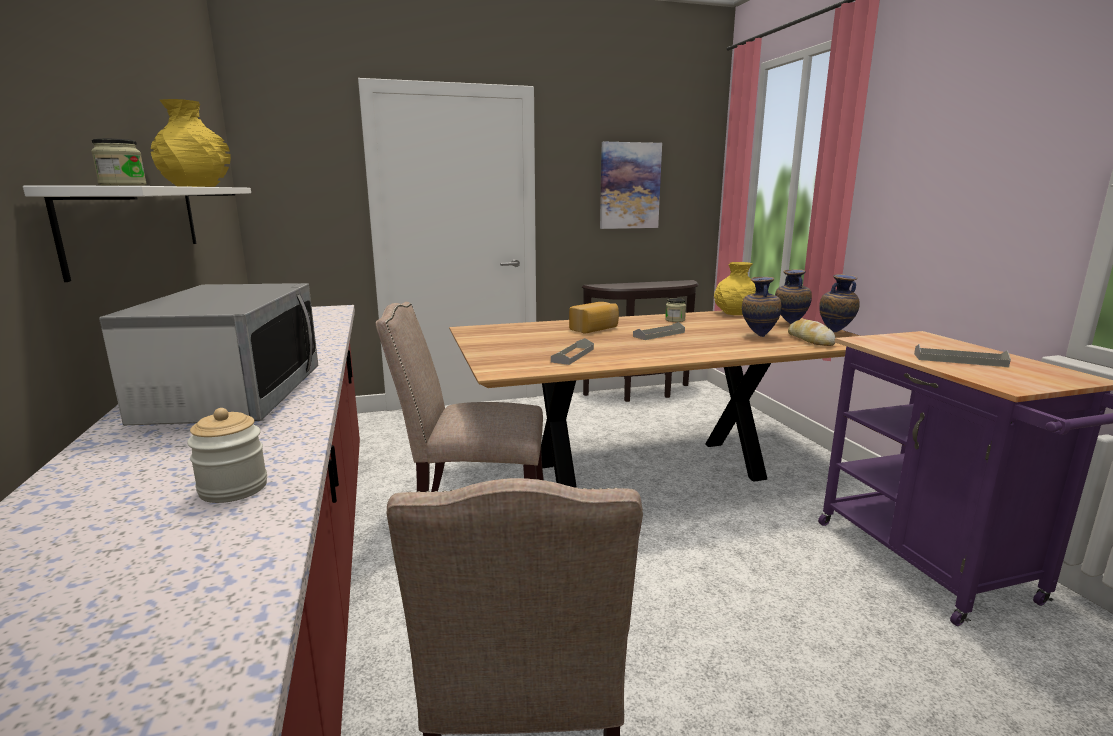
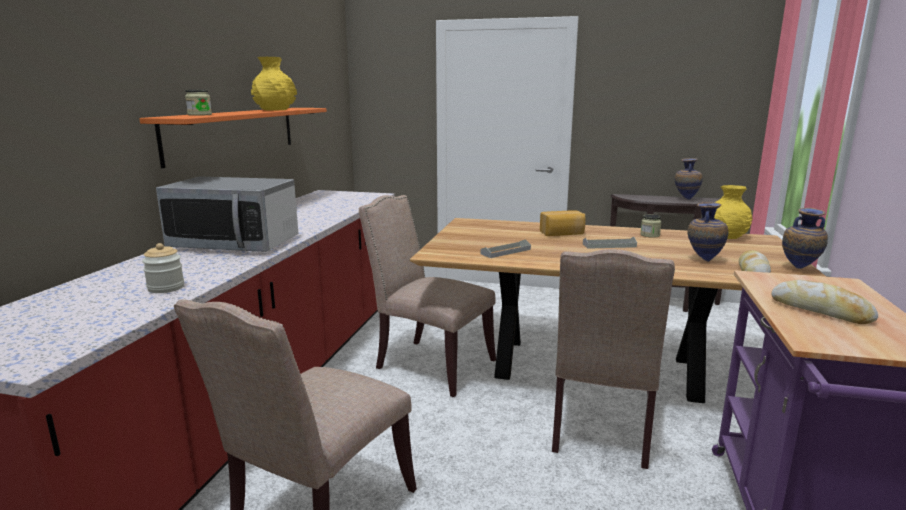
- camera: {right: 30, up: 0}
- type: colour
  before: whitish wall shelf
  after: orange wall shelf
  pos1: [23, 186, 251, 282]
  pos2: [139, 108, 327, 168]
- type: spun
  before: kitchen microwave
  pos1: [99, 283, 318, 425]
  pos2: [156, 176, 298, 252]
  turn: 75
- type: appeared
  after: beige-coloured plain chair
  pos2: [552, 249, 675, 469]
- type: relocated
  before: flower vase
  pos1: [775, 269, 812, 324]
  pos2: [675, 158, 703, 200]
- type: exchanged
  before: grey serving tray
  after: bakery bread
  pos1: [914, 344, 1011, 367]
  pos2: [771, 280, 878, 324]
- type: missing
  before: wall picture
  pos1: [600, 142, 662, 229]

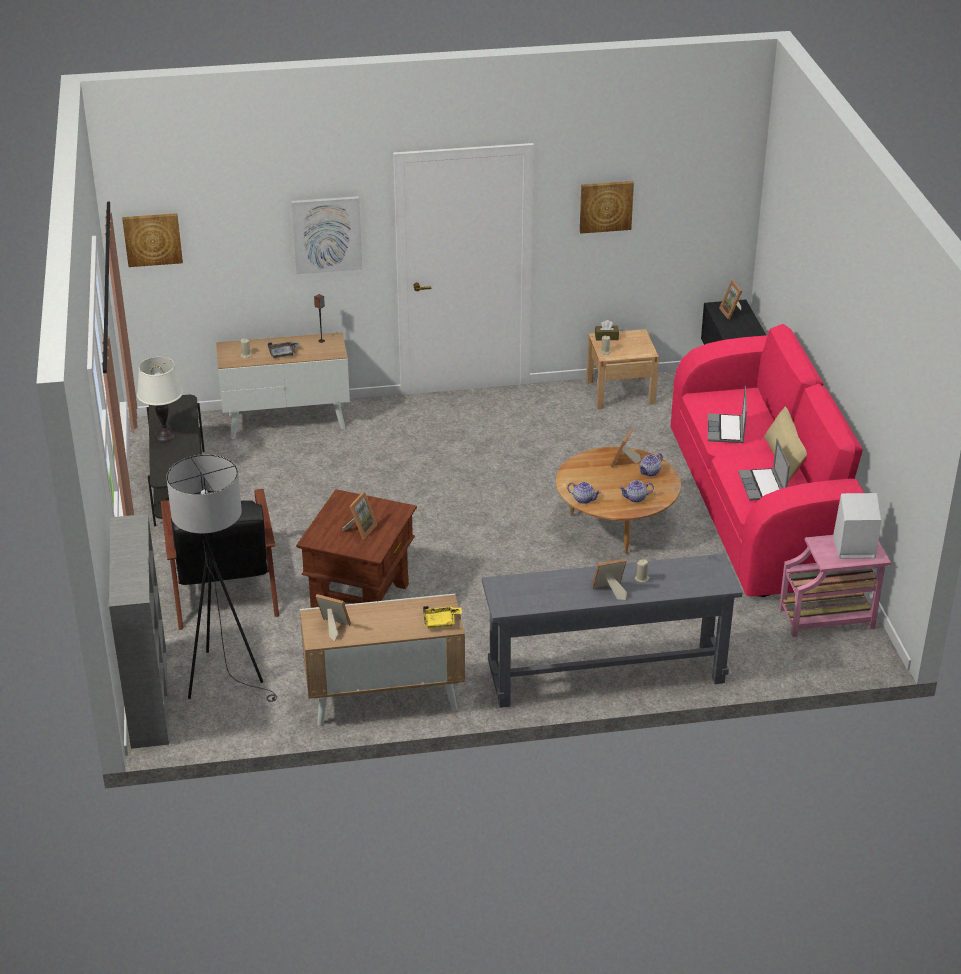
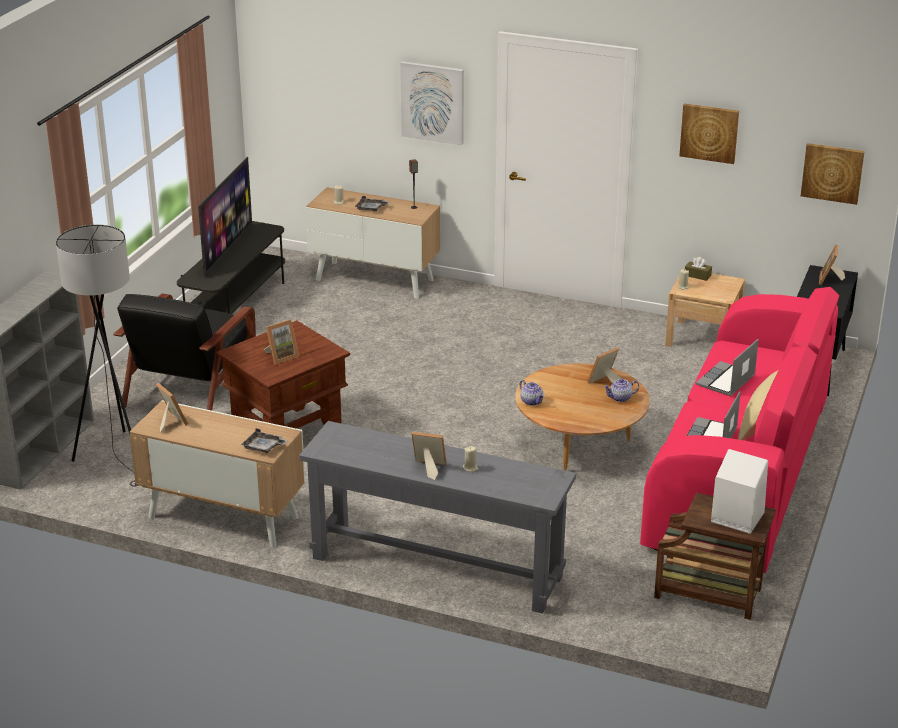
- camera: {right: 30, up: -5}
- type: exchanged
  before: whitish lamp for a table
  after: TV
  pos1: [137, 357, 183, 442]
  pos2: [198, 157, 252, 277]
- type: colour
  before: yellow-coloured serving tray
  after: grey serving tray
  pos1: [423, 606, 462, 628]
  pos2: [241, 428, 288, 453]
- type: colour
  before: pink accent table
  after: brown-coloured accent table
  pos1: [779, 535, 891, 637]
  pos2: [654, 493, 776, 620]
- type: relocated
  before: wall picture
  pos1: [122, 213, 183, 267]
  pos2: [801, 143, 865, 205]
- type: missing
  before: tea pot
  pos1: [619, 480, 654, 503]

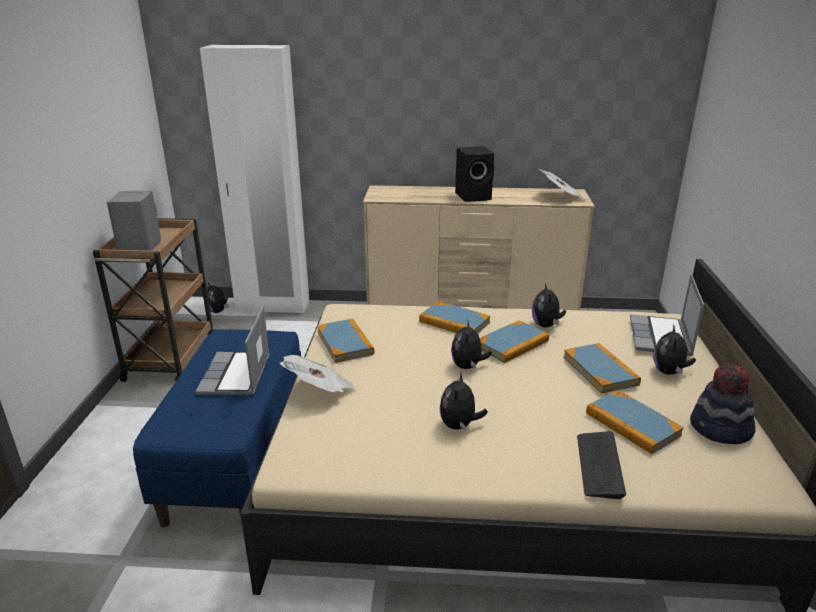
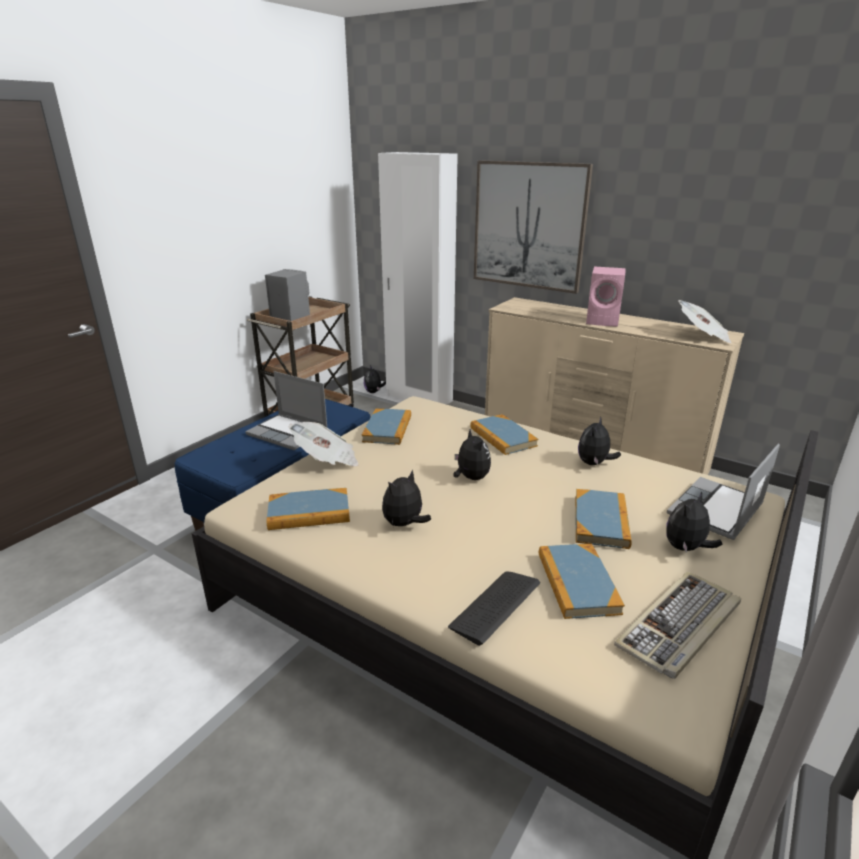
- camera: {right: 30, up: 0}
- type: spun
  before: laptop
  pos1: [195, 306, 270, 395]
  pos2: [245, 371, 327, 450]
  turn: -90
- type: relocated
  before: volume
  pos1: [480, 320, 549, 363]
  pos2: [266, 488, 350, 530]
- type: spun
  before: soft toy
  pos1: [451, 319, 492, 369]
  pos2: [453, 429, 491, 480]
  turn: 120
- type: appeared
  after: wall picture
  pos2: [474, 160, 593, 294]
- type: colour
  before: black loudspeaker
  after: pink loudspeaker
  pos1: [455, 146, 494, 202]
  pos2: [586, 267, 626, 326]
- type: exchanged
  before: hat
  after: keyboard
  pos1: [690, 364, 756, 444]
  pos2: [614, 572, 741, 679]

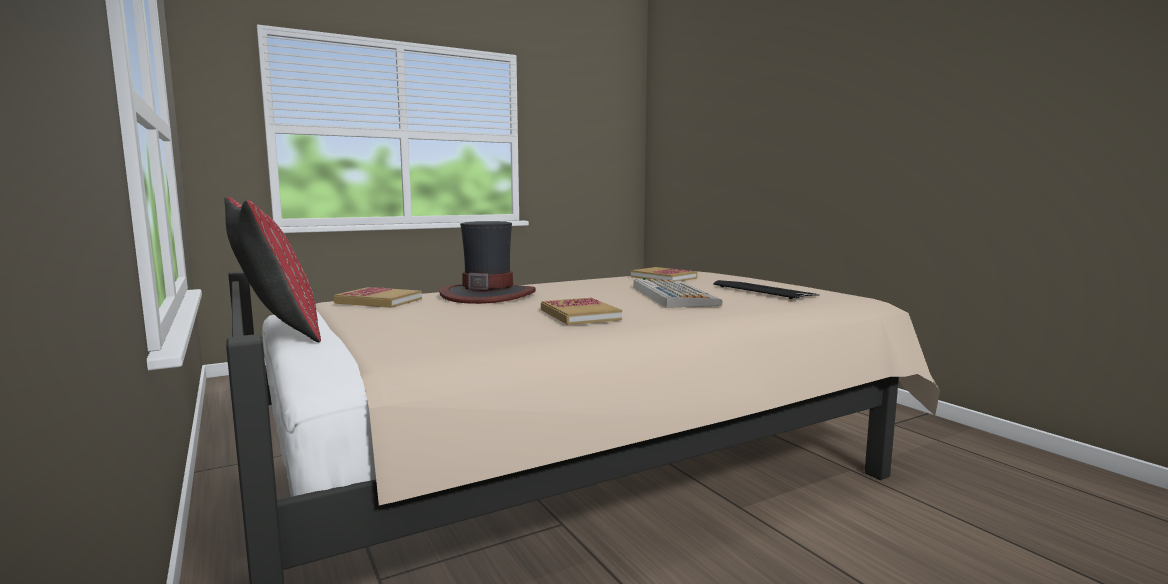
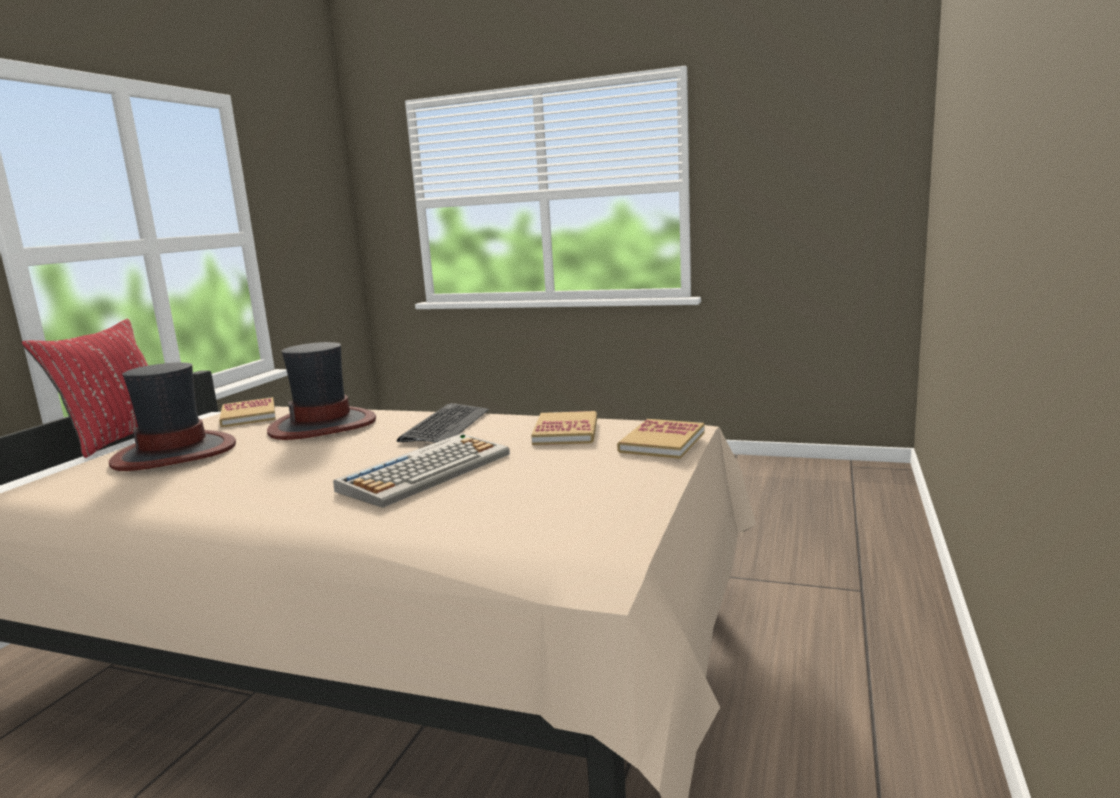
- camera: {right: 50, up: 5}
- type: appeared
  after: hat
  pos2: [109, 362, 236, 471]
- type: relocated
  before: keyboard
  pos1: [713, 280, 820, 299]
  pos2: [397, 403, 489, 443]
- type: relocated
  before: volume
  pos1: [541, 298, 622, 325]
  pos2: [617, 419, 704, 459]

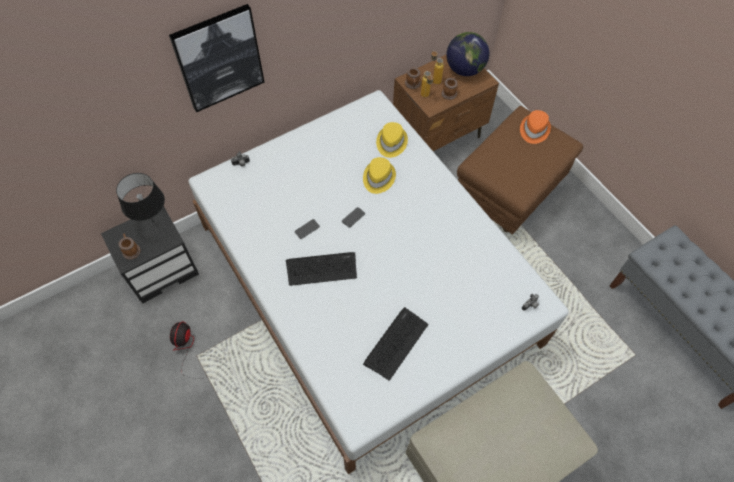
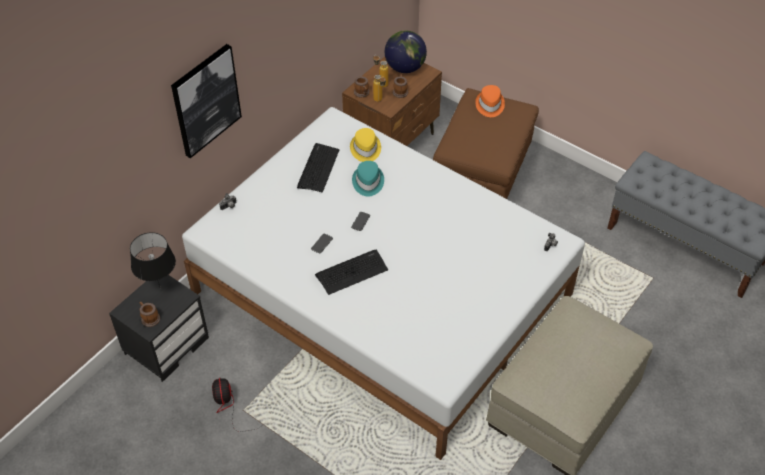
- camera: {right: -20, up: -10}
- type: relocated
  before: keyboard
  pos1: [363, 307, 429, 381]
  pos2: [297, 143, 340, 192]
- type: colour
  before: yellow-coloured hat
  after: blue-green hat
  pos1: [363, 157, 396, 194]
  pos2: [352, 161, 384, 197]

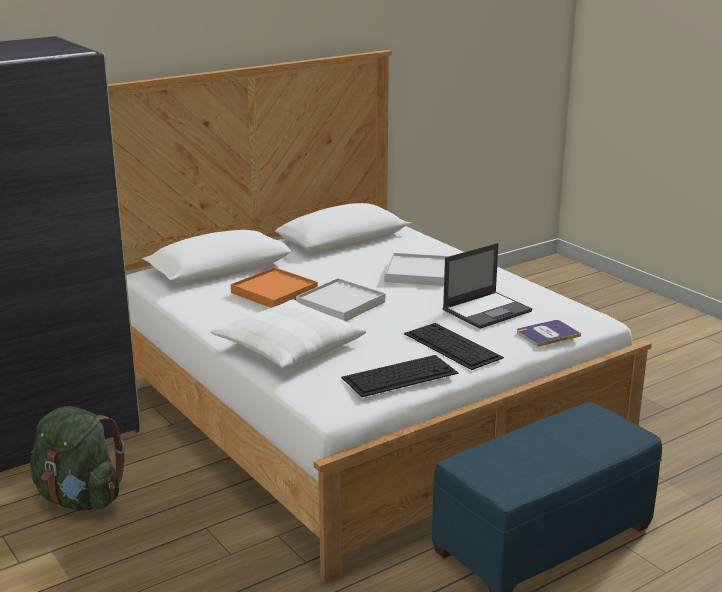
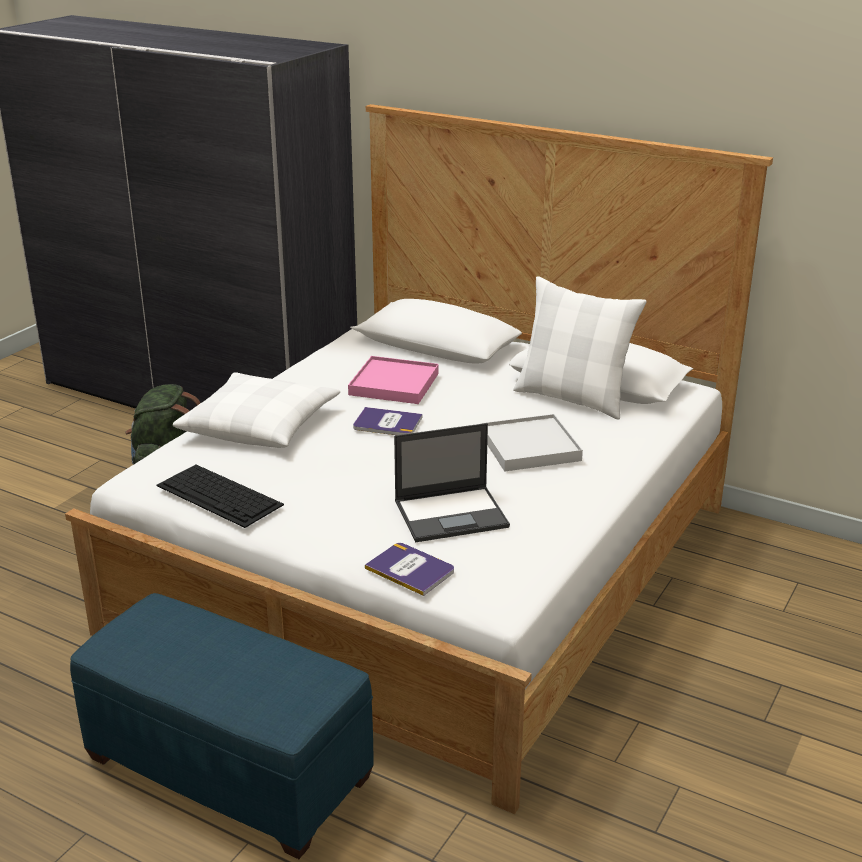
- camera: {right: 65, up: 5}
- type: colour
  before: orange serving tray
  after: pink serving tray
  pos1: [231, 267, 318, 308]
  pos2: [348, 356, 439, 404]
- type: exchanged
  before: whitish serving tray
  after: volume
  pos1: [296, 278, 385, 321]
  pos2: [353, 407, 423, 435]
- type: spun
  before: laptop
  pos1: [443, 243, 532, 329]
  pos2: [394, 423, 510, 542]
  turn: -45
- type: appeared
  after: whitish throw pillow
  pos2: [513, 276, 647, 419]
- type: missing
  before: keyboard
  pos1: [404, 323, 504, 370]

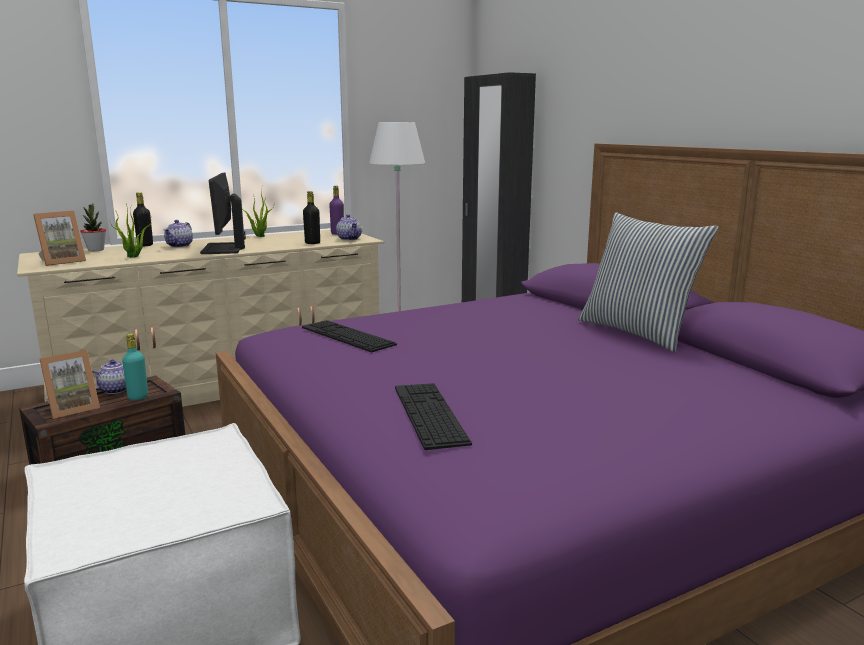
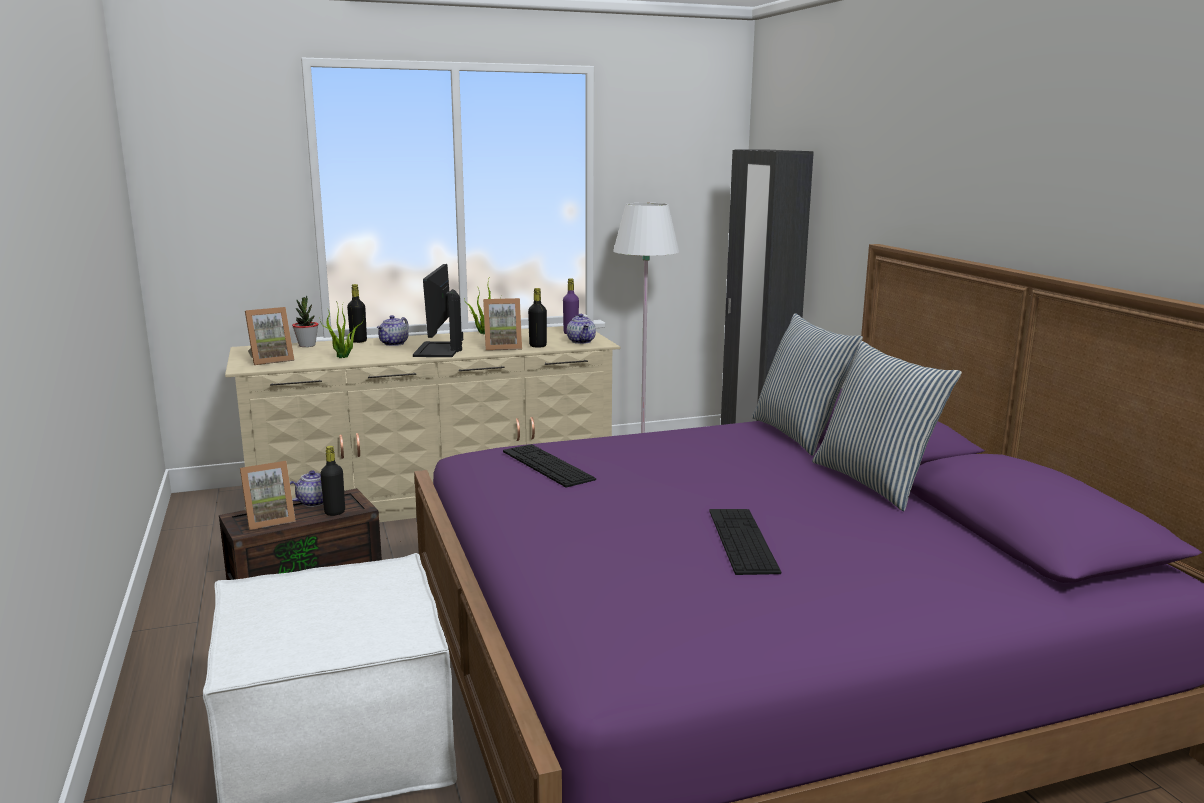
- camera: {right: 10, up: 0}
- type: colour
  before: blue-green drink bottle
  after: black drink bottle
  pos1: [122, 333, 148, 400]
  pos2: [320, 446, 345, 516]
- type: appeared
  after: photo frame
  pos2: [483, 298, 522, 351]
- type: relocated
  before: keyboard
  pos1: [395, 383, 472, 450]
  pos2: [709, 509, 781, 575]
- type: appeared
  after: throw pillow
  pos2: [752, 313, 863, 456]

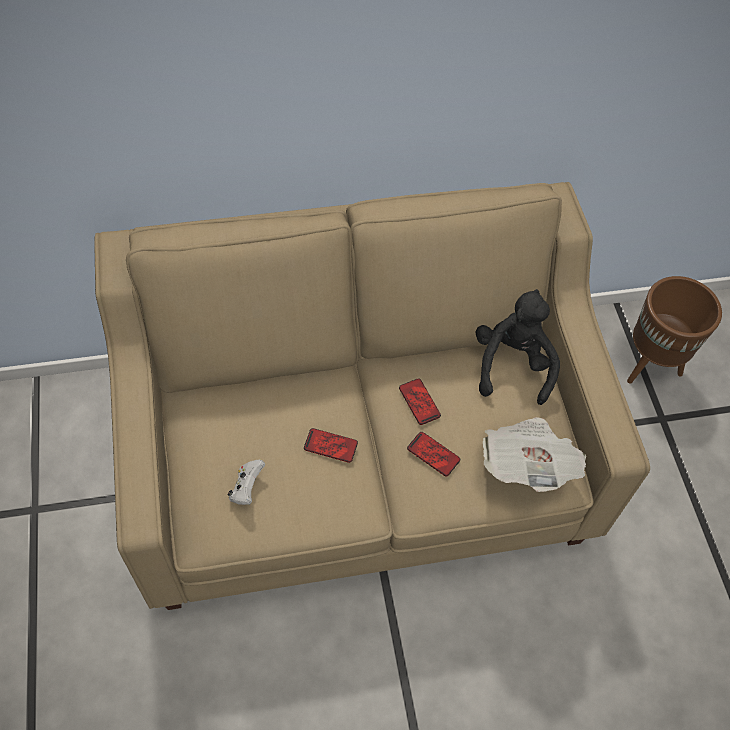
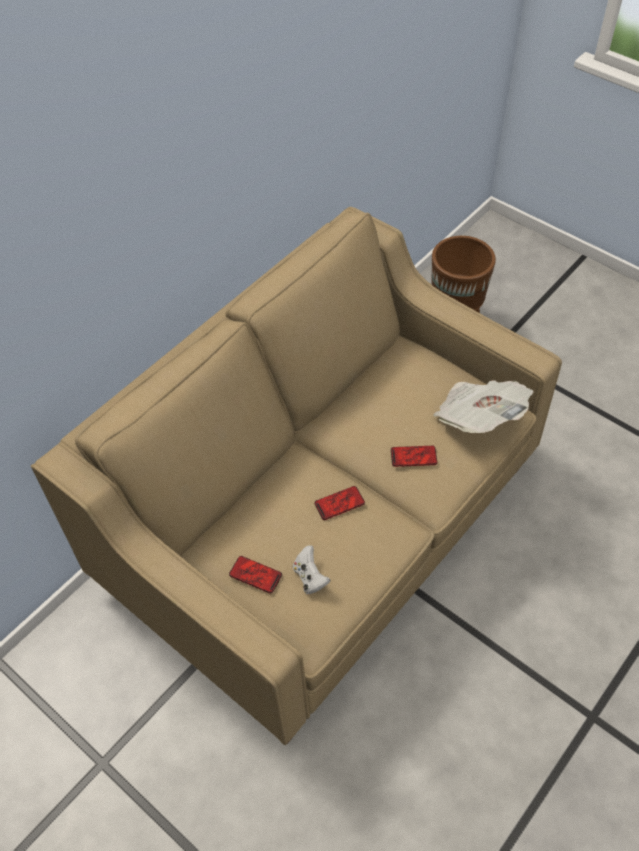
- camera: {right: -35, up: -5}
- type: relocated
  before: handset
  pos1: [399, 378, 441, 425]
  pos2: [229, 556, 282, 594]
- type: missing
  before: black soft toy
  pos1: [476, 289, 560, 405]

